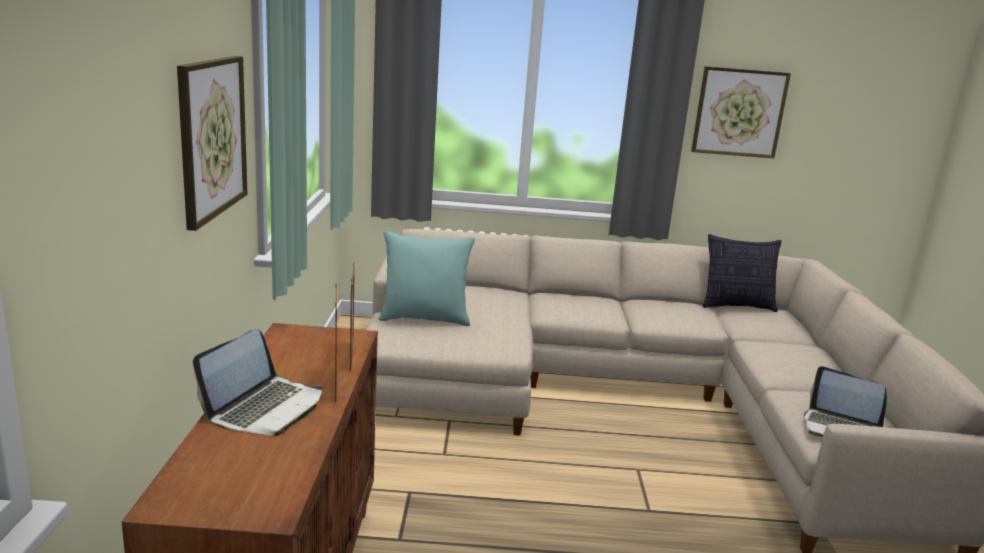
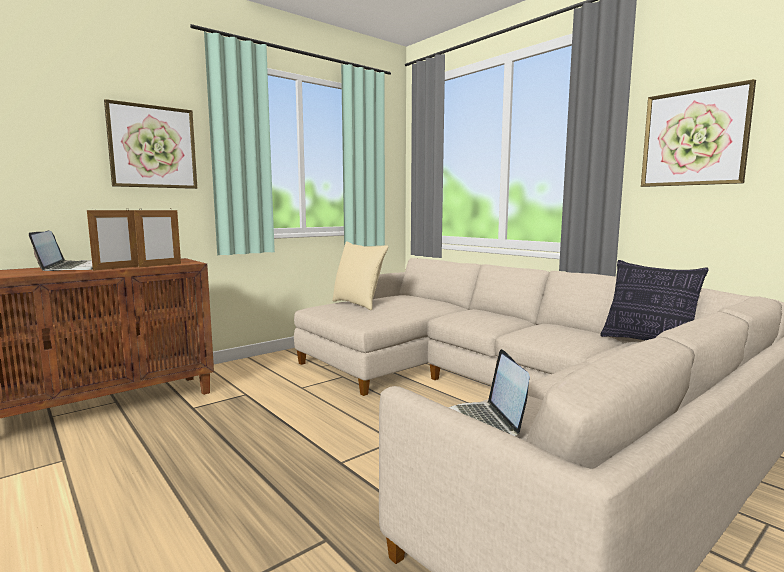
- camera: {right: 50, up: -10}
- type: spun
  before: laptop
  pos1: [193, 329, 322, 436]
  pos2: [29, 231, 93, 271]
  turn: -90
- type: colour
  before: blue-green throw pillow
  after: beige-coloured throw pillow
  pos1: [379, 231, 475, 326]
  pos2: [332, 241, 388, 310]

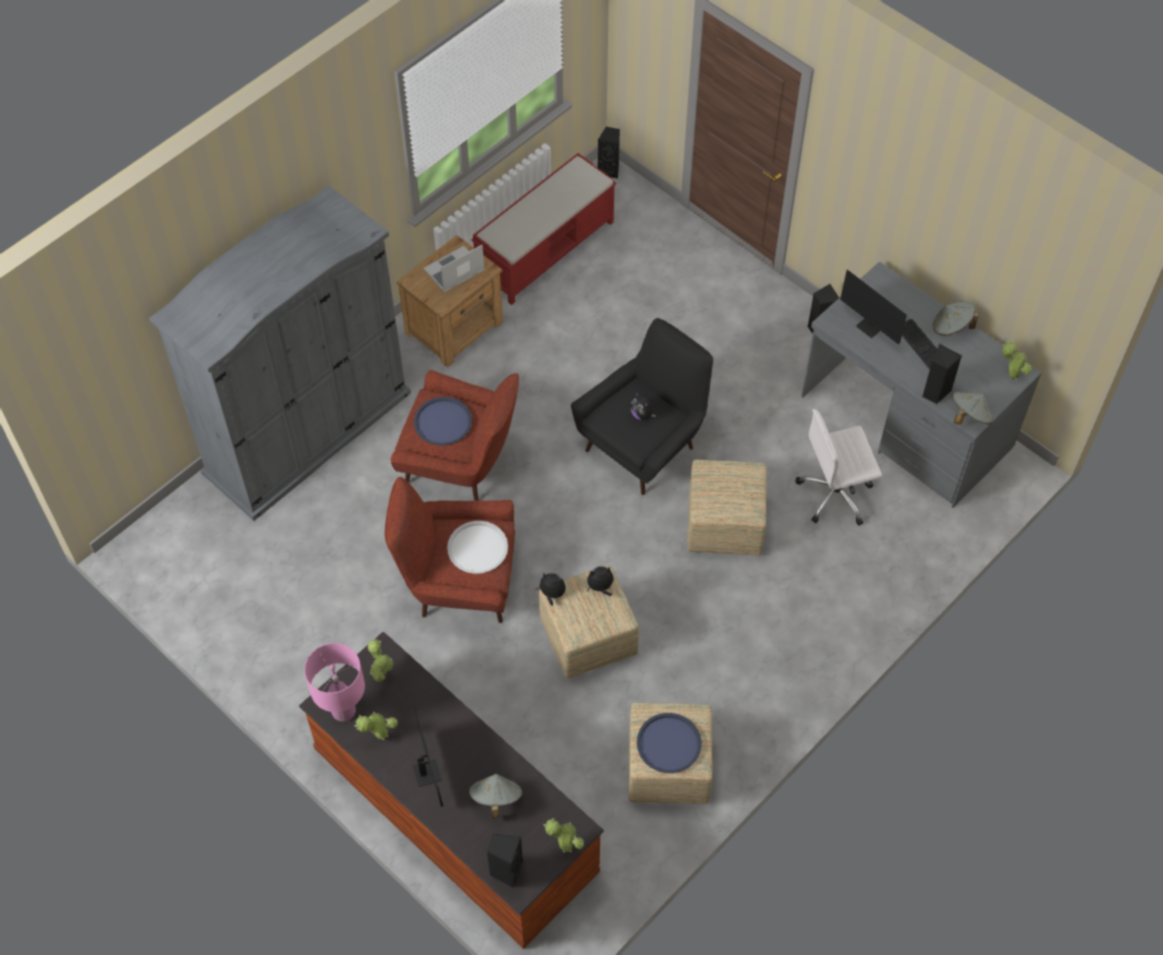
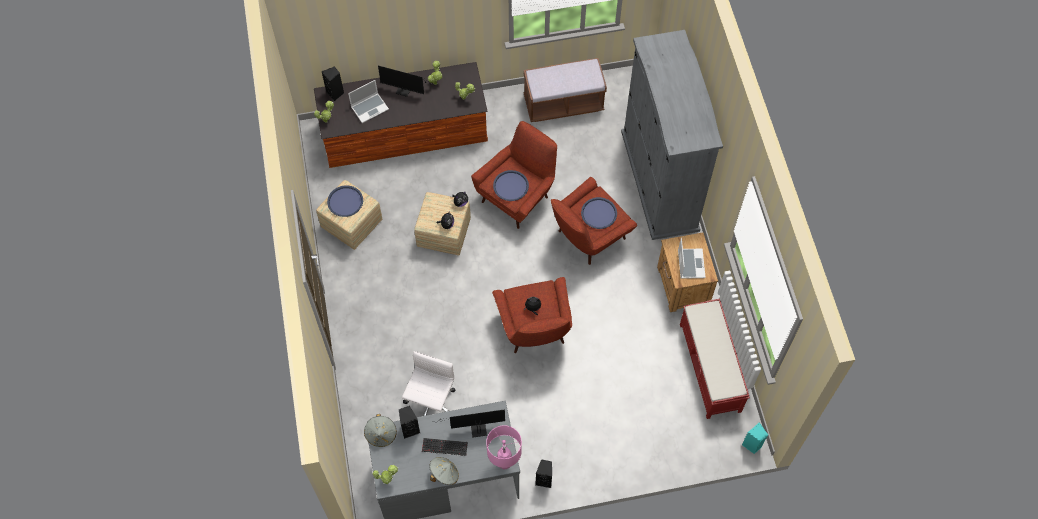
- camera: {right: 125, up: 5}
- type: exchanged
  before: grey hat
  after: laptop
  pos1: [469, 774, 523, 819]
  pos2: [348, 80, 389, 123]
- type: relocated
  before: pink lamp for a table
  pos1: [304, 643, 365, 722]
  pos2: [486, 425, 522, 469]
- type: colour
  before: black lounge chair
  after: reddish lounge chair
  pos1: [571, 318, 713, 495]
  pos2: [492, 277, 572, 353]
- type: colour
  before: whitish serving tray
  after: blue serving tray
  pos1: [447, 521, 508, 574]
  pos2: [493, 170, 529, 201]
- type: appeared
  after: brown-coloured indoor bench
  pos2: [524, 58, 607, 122]
- type: colour
  before: black loudspeaker
  after: blue-green loudspeaker
  pos1: [598, 127, 620, 179]
  pos2: [742, 422, 768, 454]
- type: missing
  before: pouffe
  pos1: [687, 459, 767, 556]

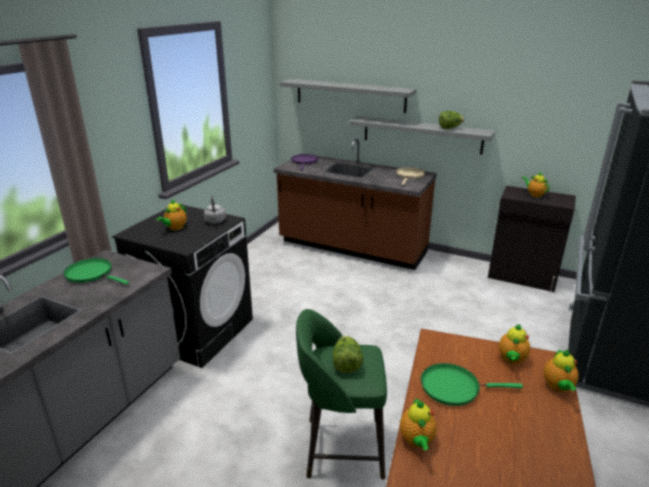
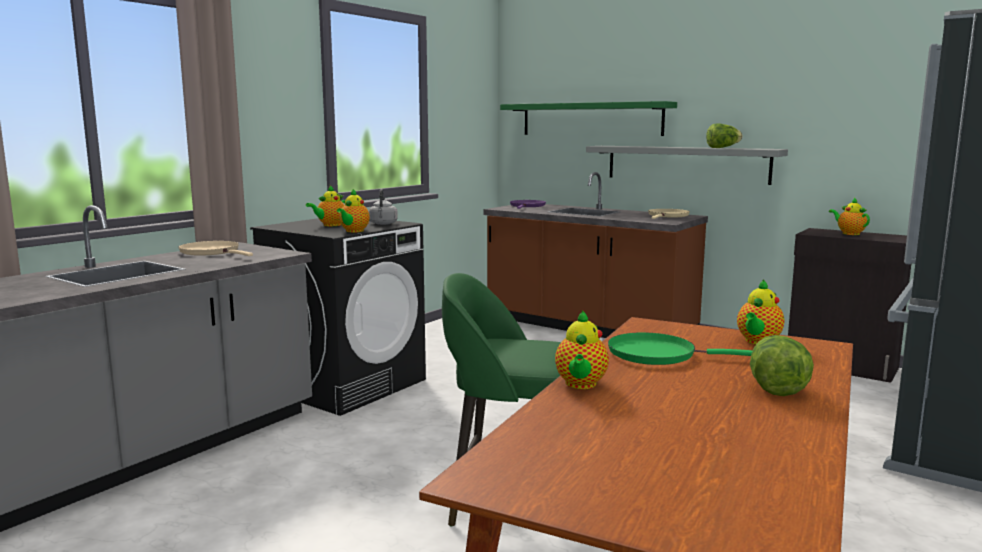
- camera: {right: 10, up: -15}
- type: colour
  before: green-coloured pan
  after: beige-coloured pan
  pos1: [64, 258, 129, 285]
  pos2: [178, 241, 253, 256]
- type: relocated
  before: tea pot
  pos1: [543, 349, 579, 392]
  pos2: [337, 189, 370, 232]
- type: colour
  before: grey wall shelf
  after: green-coloured wall shelf
  pos1: [280, 79, 417, 113]
  pos2: [500, 101, 677, 136]
- type: relocated
  before: lettuce head
  pos1: [333, 336, 363, 373]
  pos2: [750, 335, 814, 396]

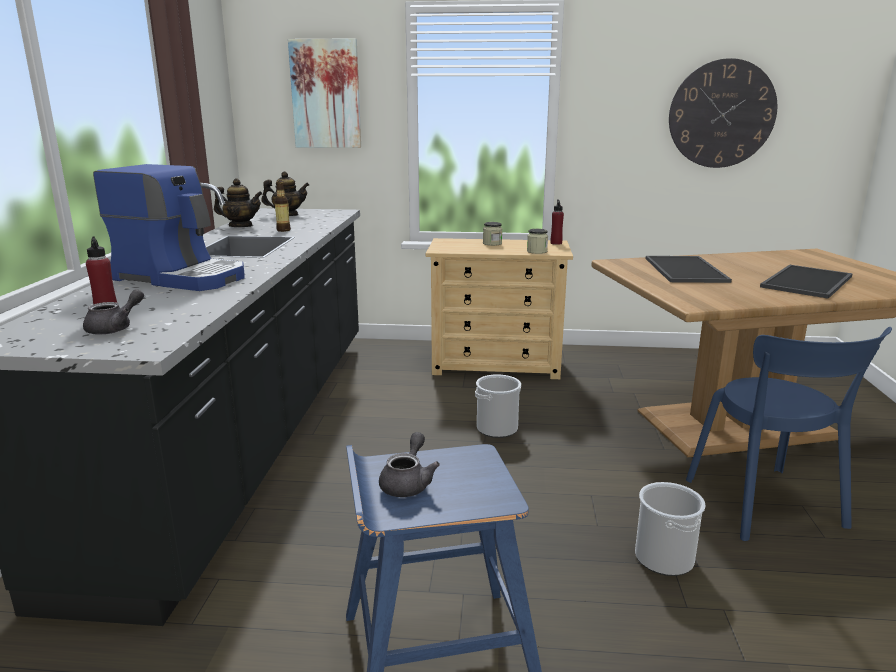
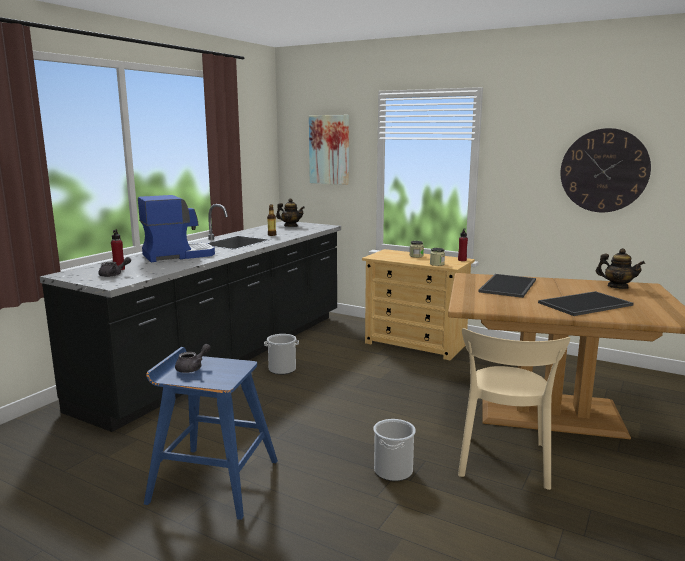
- camera: {right: 25, up: -5}
- type: spun
  before: coffee maker
  pos1: [93, 164, 245, 291]
  pos2: [138, 195, 215, 262]
  turn: -75
- type: relocated
  before: pail
  pos1: [475, 374, 521, 438]
  pos2: [264, 334, 299, 375]
- type: colour
  before: blue plain chair
  after: beige-coloured plain chair
  pos1: [686, 327, 892, 541]
  pos2: [458, 328, 570, 490]
- type: relocated
  before: tea pot
  pos1: [214, 178, 262, 227]
  pos2: [596, 248, 645, 289]

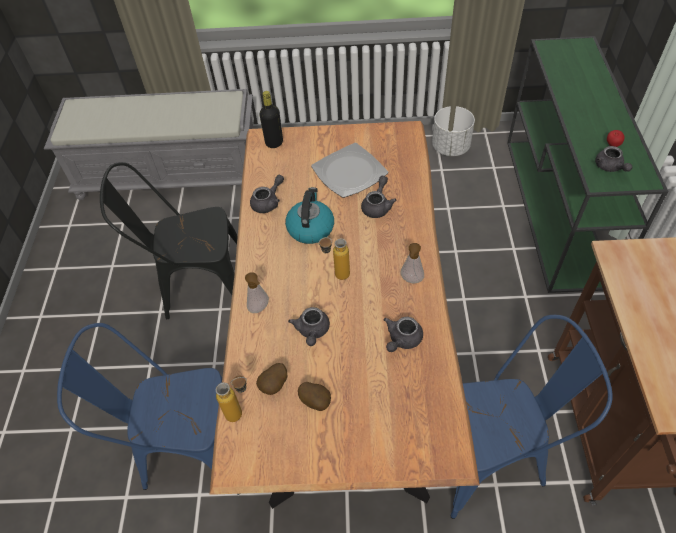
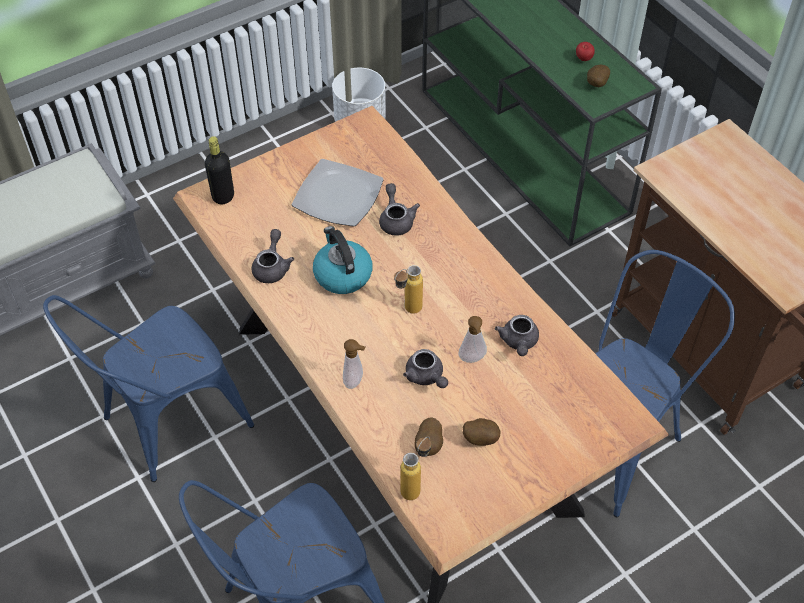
- camera: {right: -35, up: 0}
- type: colour
  before: black plain chair
  after: blue plain chair
  pos1: [100, 162, 238, 319]
  pos2: [43, 295, 254, 482]
- type: relocated
  before: soap dispenser
  pos1: [401, 243, 424, 283]
  pos2: [459, 316, 487, 363]
- type: exchanged
  before: grey tea pot
  after: whole potato
  pos1: [595, 146, 632, 172]
  pos2: [587, 65, 610, 87]

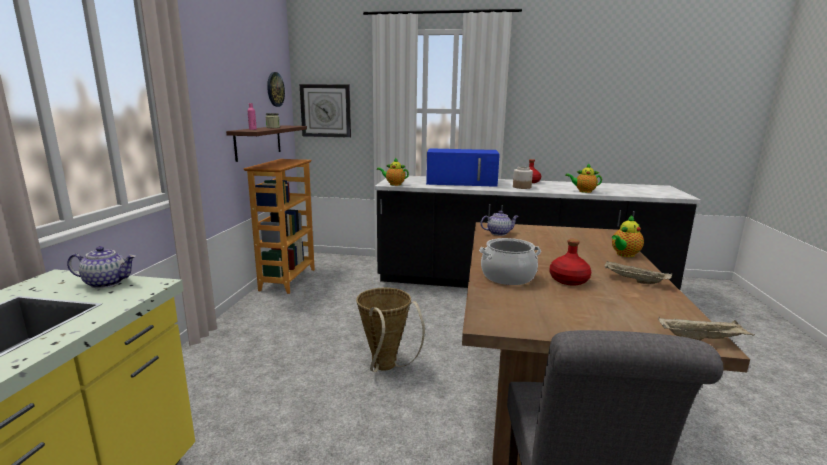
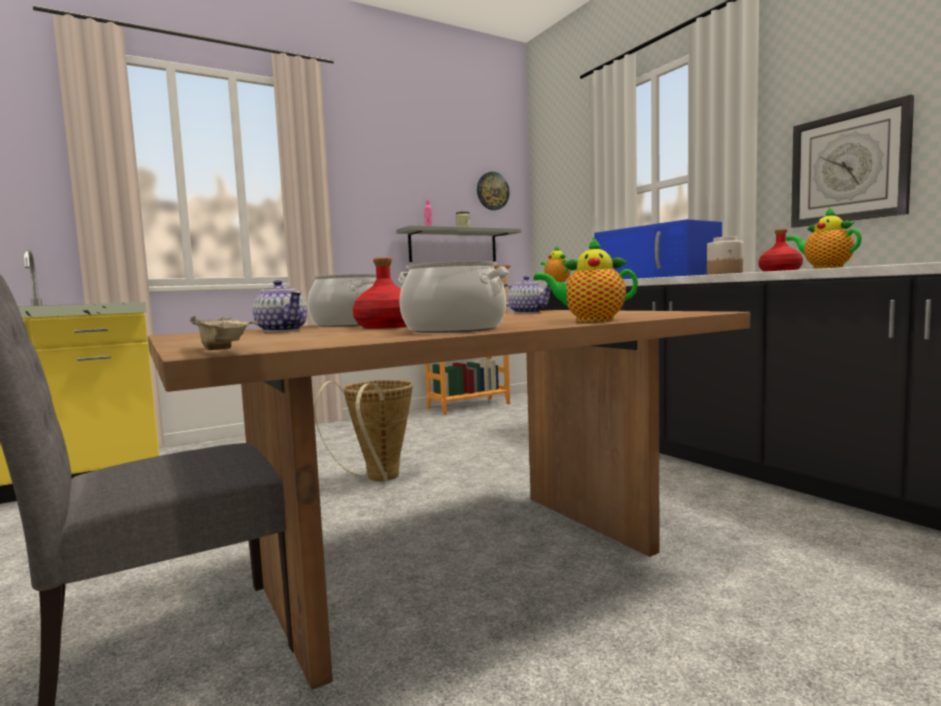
- camera: {right: 50, up: -10}
- type: relocated
  before: tea pot
  pos1: [67, 246, 136, 288]
  pos2: [253, 280, 307, 332]
- type: colour
  before: brown-coloured wall shelf
  after: grey wall shelf
  pos1: [226, 125, 307, 162]
  pos2: [397, 225, 521, 262]
- type: exchanged
  before: beige-coloured serving tray
  after: saucepot
  pos1: [605, 261, 672, 284]
  pos2: [398, 261, 509, 333]
- type: relocated
  before: clock on the wall
  pos1: [300, 84, 351, 138]
  pos2: [791, 95, 914, 228]

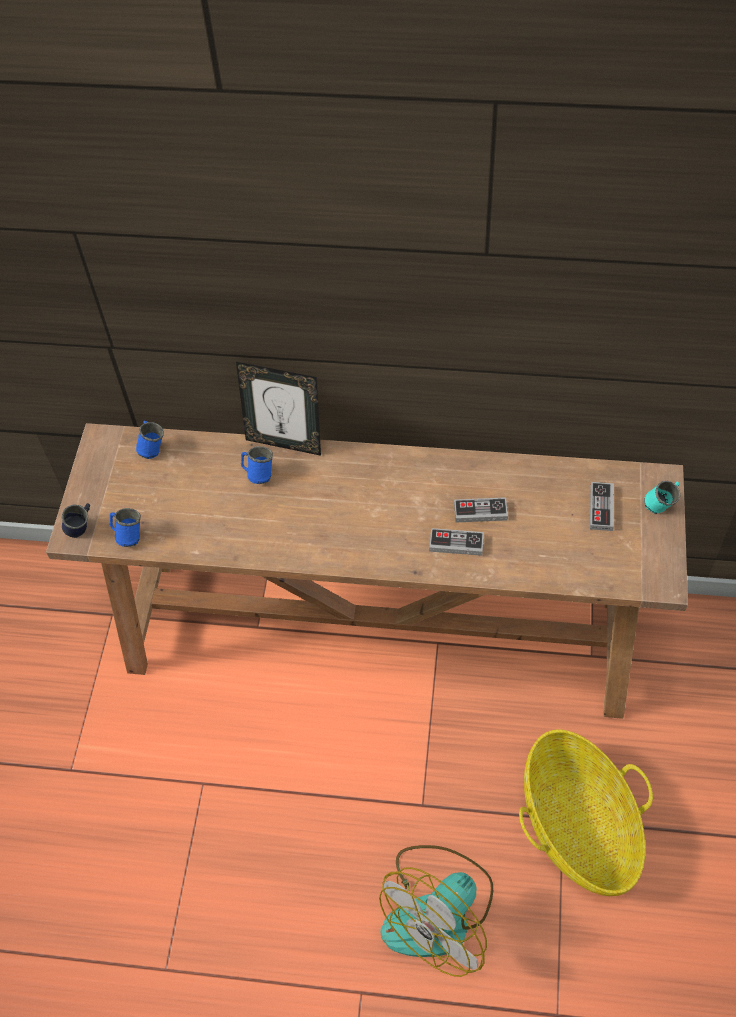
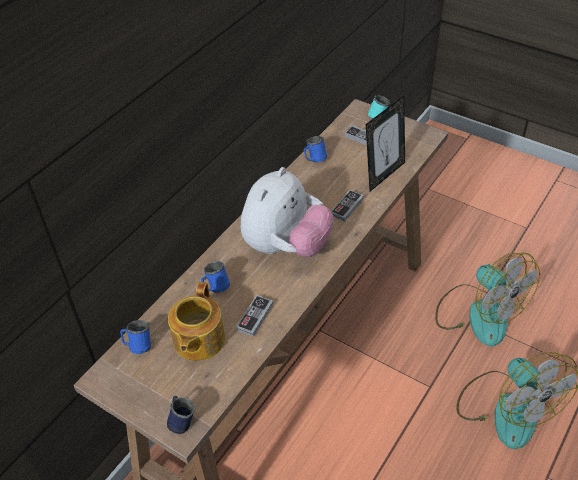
- camera: {right: -65, up: -10}
- type: appeared
  after: tea pot
  pos2: [168, 282, 225, 361]
- type: relocated
  before: game controller
  pos1: [454, 497, 508, 523]
  pos2: [236, 295, 273, 336]
- type: appeared
  after: soft toy
  pos2: [241, 167, 334, 257]
- type: relocated
  before: blue coffee mug
  pos1: [110, 508, 141, 547]
  pos2: [304, 136, 327, 162]
- type: relocated
  before: photo frame
  pos1: [236, 362, 321, 456]
  pos2: [366, 96, 405, 191]
- type: exchanged
  before: basket
  after: cooling fan
  pos1: [519, 729, 653, 896]
  pos2: [435, 252, 540, 346]

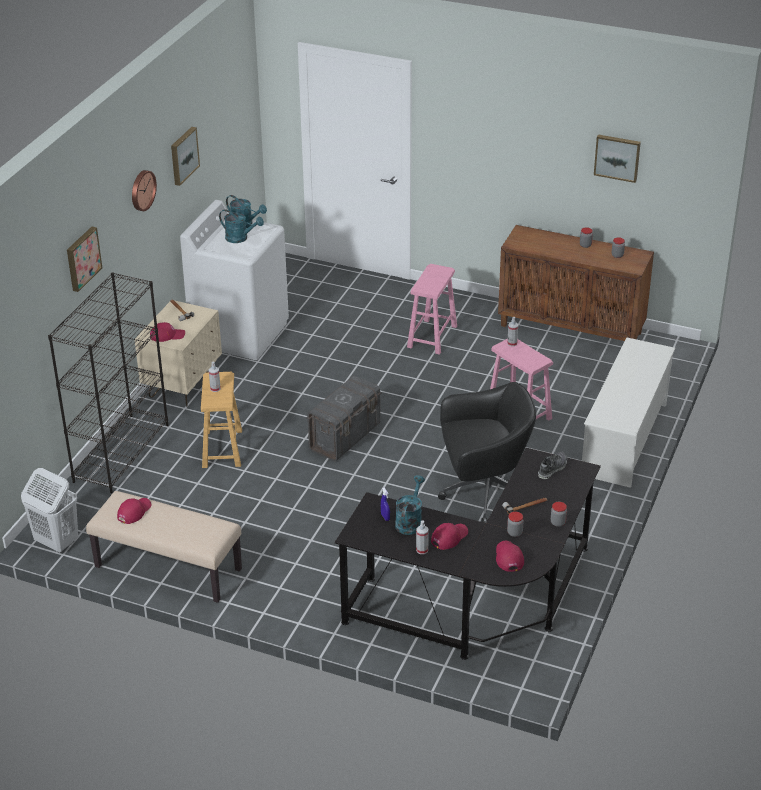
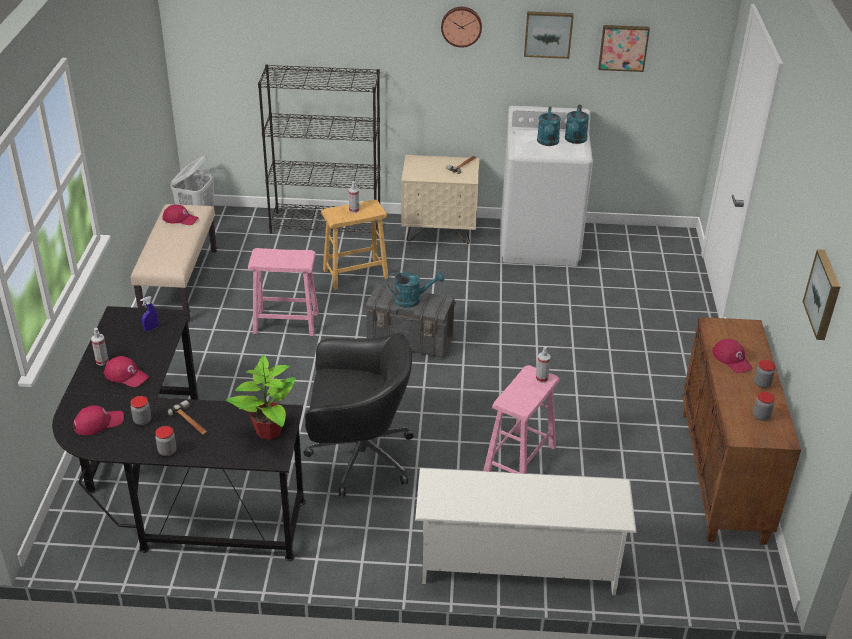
- camera: {right: 70, up: 0}
- type: exchanged
  before: shoe
  after: plant in a pot
  pos1: [538, 452, 567, 479]
  pos2: [226, 355, 296, 440]
- type: relocated
  before: pink sitting stool
  pos1: [407, 264, 457, 355]
  pos2: [248, 248, 319, 336]
- type: spun
  before: black office chair
  pos1: [438, 382, 536, 523]
  pos2: [303, 333, 414, 497]
  turn: -60
- type: relocated
  before: blue-green watering can
  pos1: [395, 475, 425, 535]
  pos2: [387, 271, 444, 308]
- type: relocated
  before: wall picture
  pos1: [67, 227, 102, 292]
  pos2: [598, 25, 650, 72]
- type: relocated
  before: reddish baseball cap
  pos1: [150, 322, 185, 342]
  pos2: [712, 339, 753, 373]

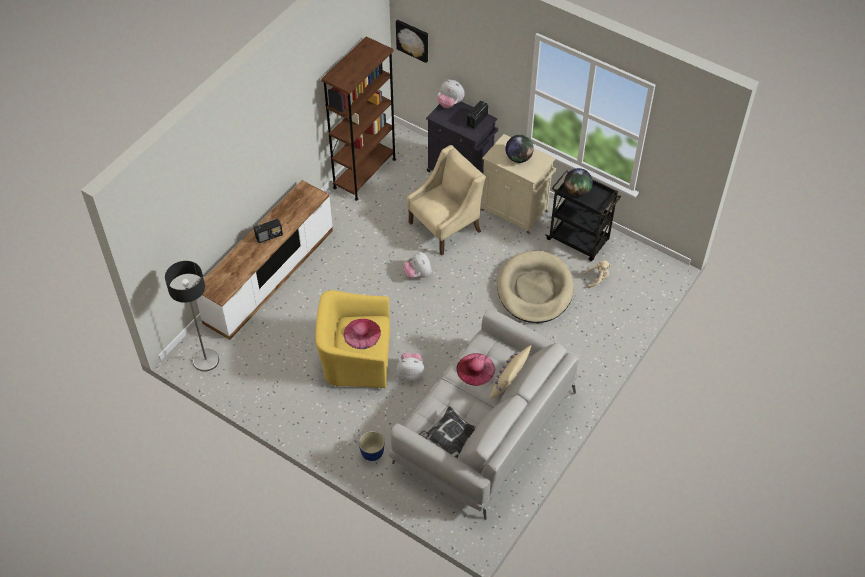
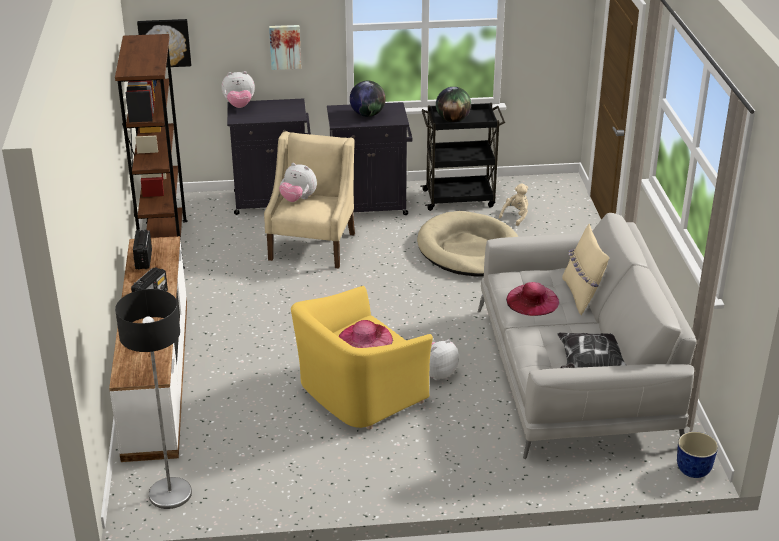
- camera: {right: -40, up: -20}
- type: relocated
  before: radio set
  pos1: [467, 101, 488, 129]
  pos2: [133, 230, 152, 269]
- type: appeared
  after: wall picture
  pos2: [269, 25, 301, 70]
- type: relocated
  before: soft toy
  pos1: [403, 252, 431, 278]
  pos2: [279, 163, 317, 202]
- type: colour
  before: beige-coloured storage cabinet
  after: black storage cabinet
  pos1: [480, 134, 556, 235]
  pos2: [327, 102, 412, 215]
- type: relocated
  before: planter
  pos1: [359, 431, 385, 461]
  pos2: [677, 432, 718, 478]

